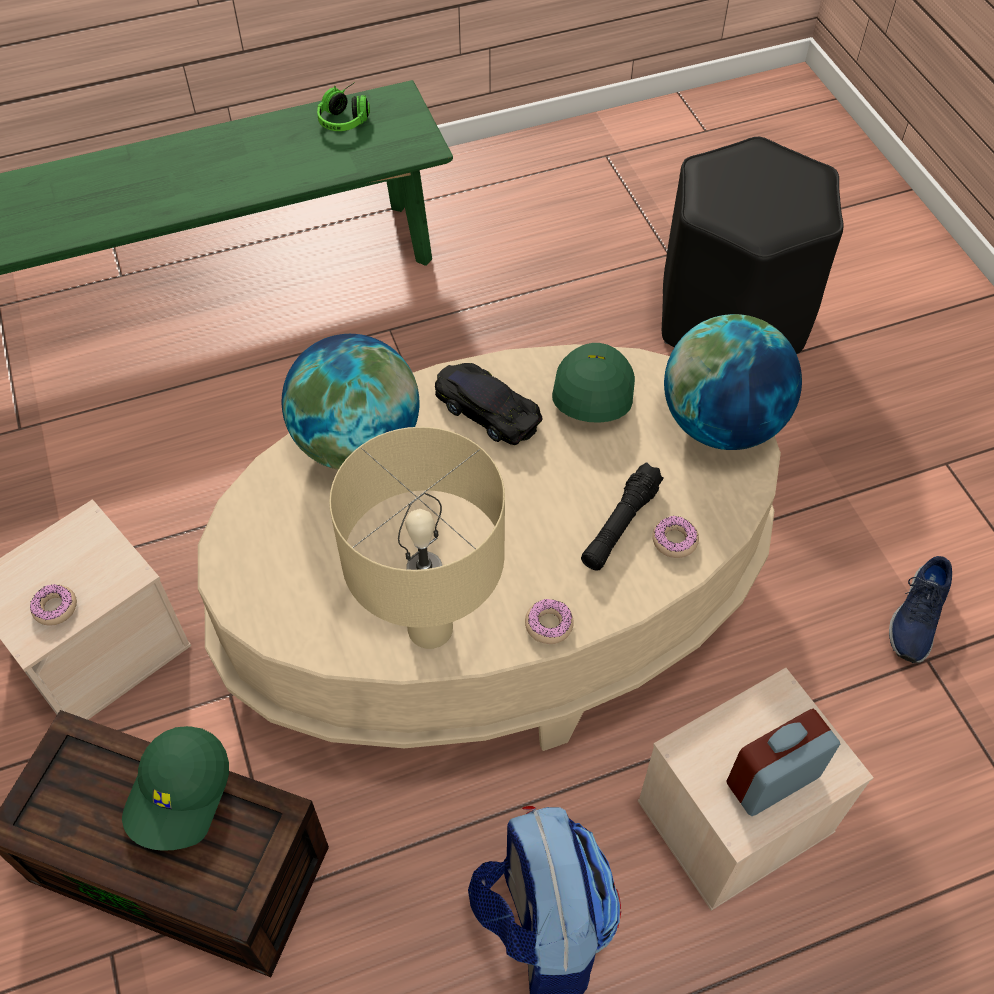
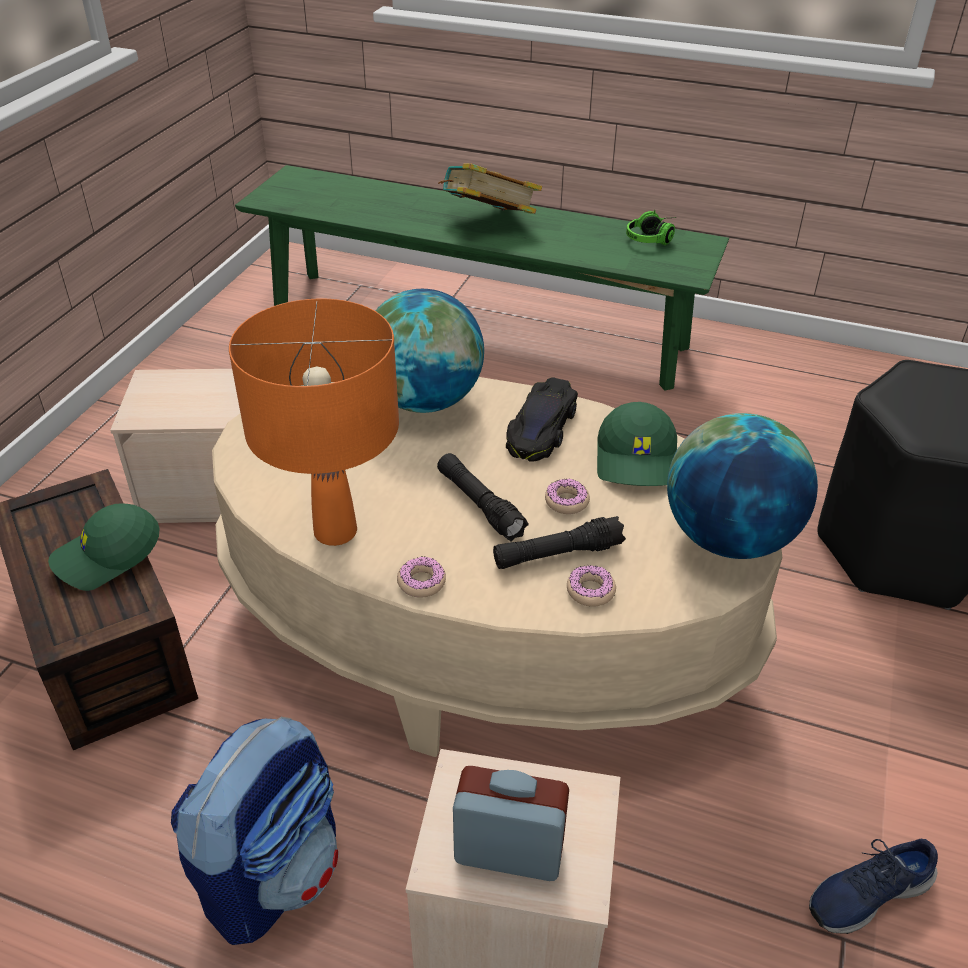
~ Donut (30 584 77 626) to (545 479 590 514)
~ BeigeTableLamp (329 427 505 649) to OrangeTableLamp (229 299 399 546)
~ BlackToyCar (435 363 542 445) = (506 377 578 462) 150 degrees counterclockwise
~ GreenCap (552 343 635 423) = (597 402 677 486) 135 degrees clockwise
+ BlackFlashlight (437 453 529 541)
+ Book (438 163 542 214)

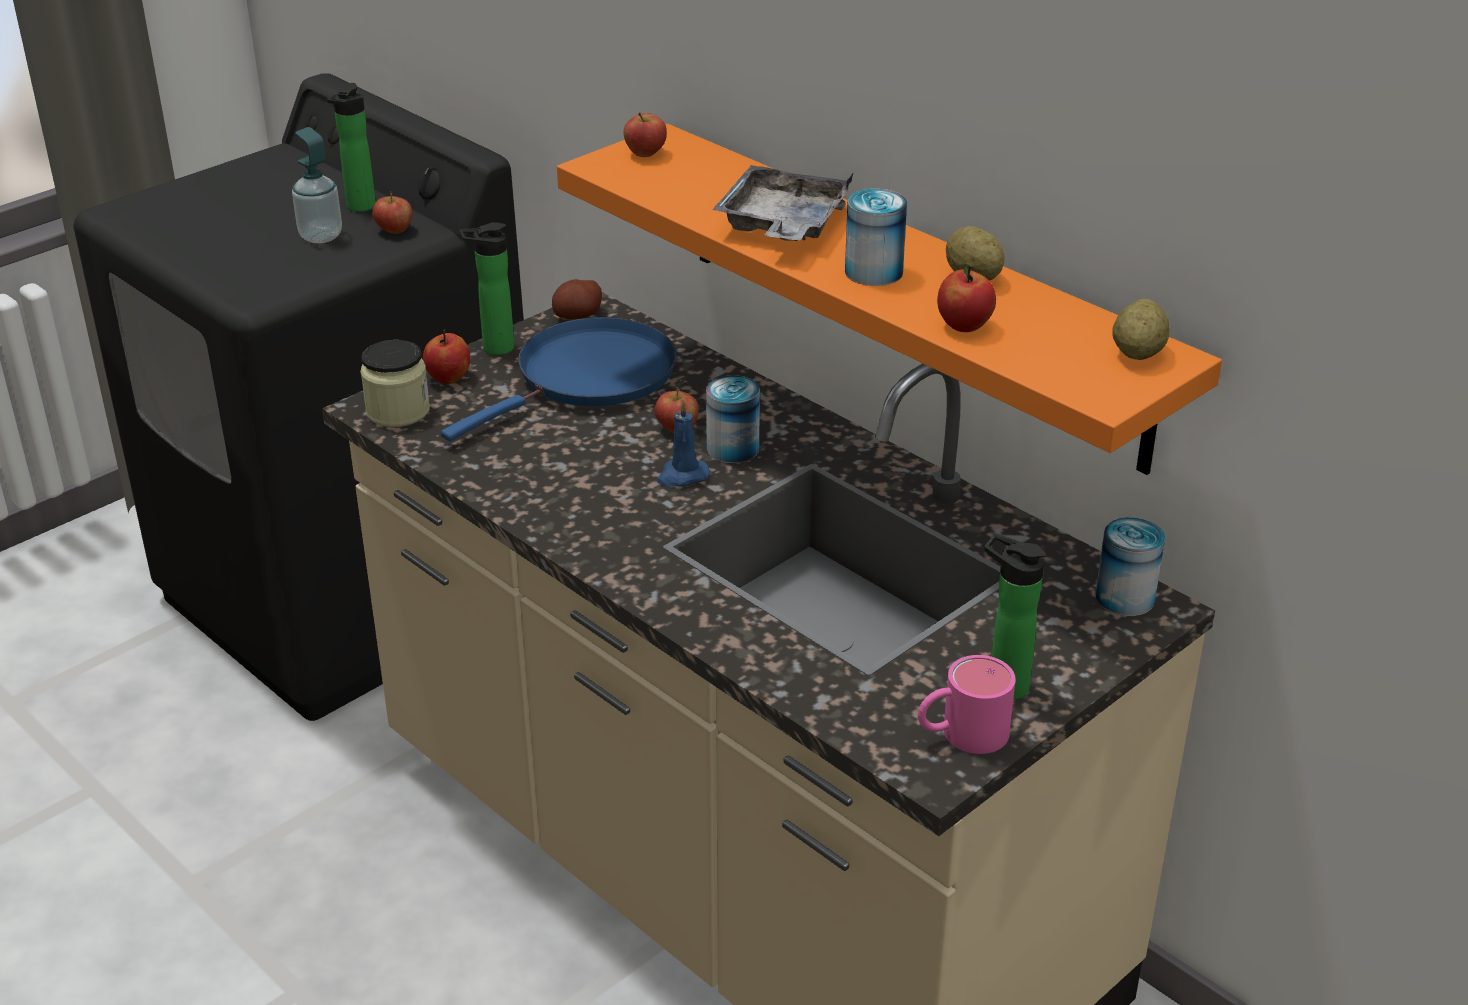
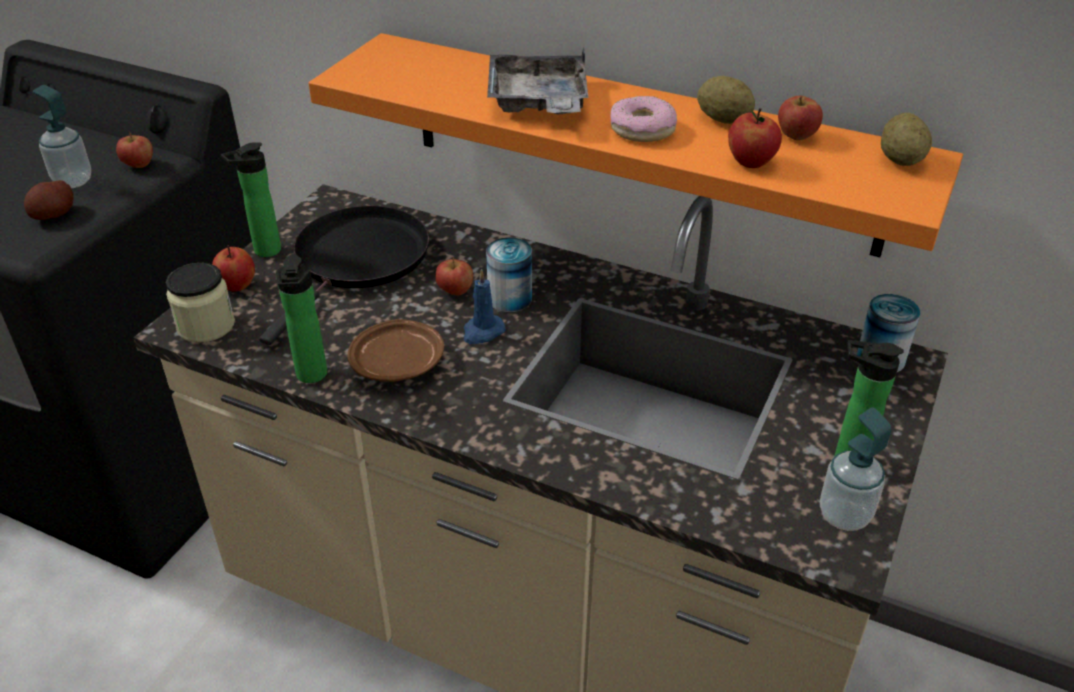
~ Bottle (327 83 376 212) to (276 254 327 383)
~ BlueFryingPan (441 317 676 441) to BlackFryingPan (259 206 429 345)
~ Potato (552 279 602 319) to (24 180 74 220)
~ Apple (624 112 667 157) to (778 95 823 140)
~ Can (845 189 907 286) to Donut (611 96 677 142)
~ PinkMug (918 655 1016 754) to SoapDispenser (820 408 892 531)
+ BrownPlate (347 319 444 382)

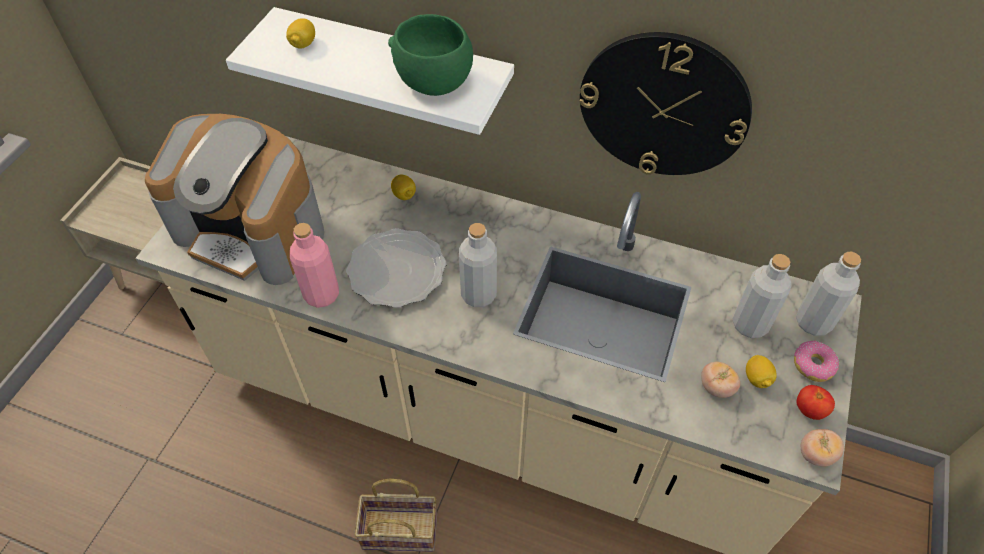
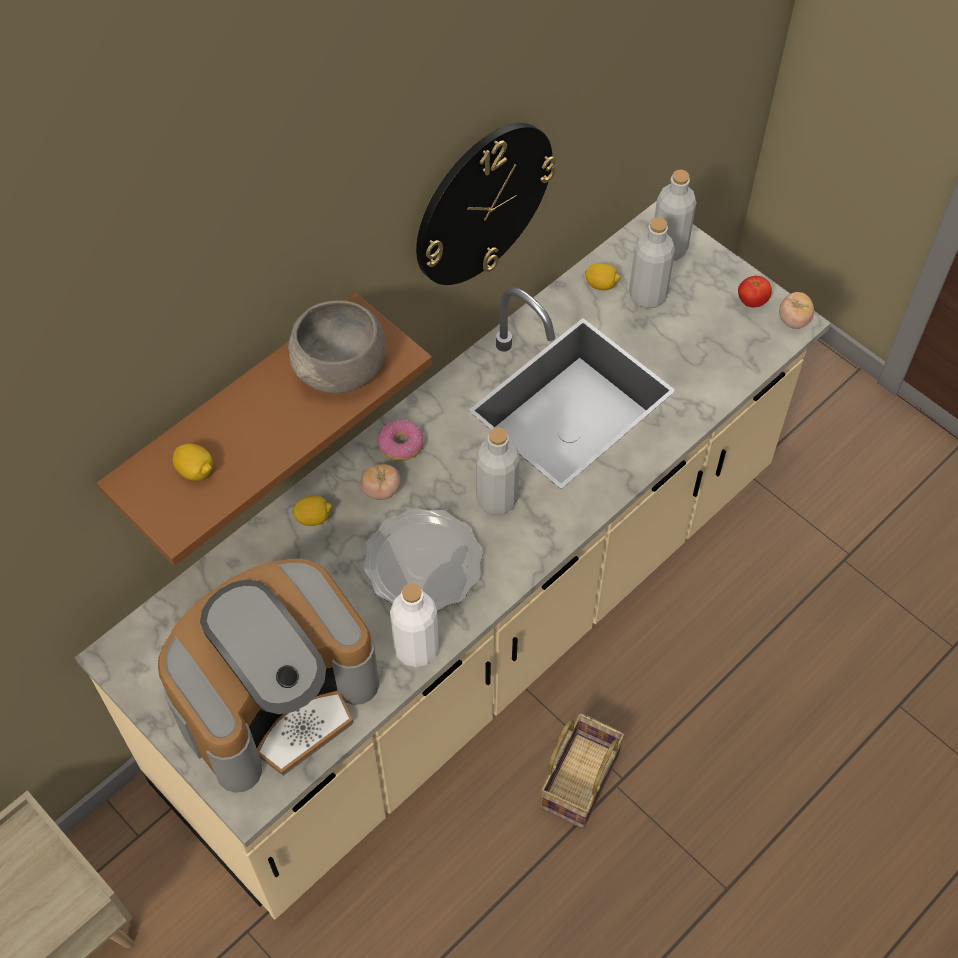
~ WhiteShelf (226 7 514 135) to BrownShelf (97 292 432 566)
~ PinkBottle (290 223 339 308) to WhiteBottle (390 583 439 667)
~ GreenBowl (388 14 473 96) to GreyBowl (288 300 386 393)
~ Tomato (701 362 740 398) to (360 464 400 500)
~ Lemon (746 355 777 388) to (585 263 620 291)
~ Donut (794 341 839 382) to (377 420 424 461)

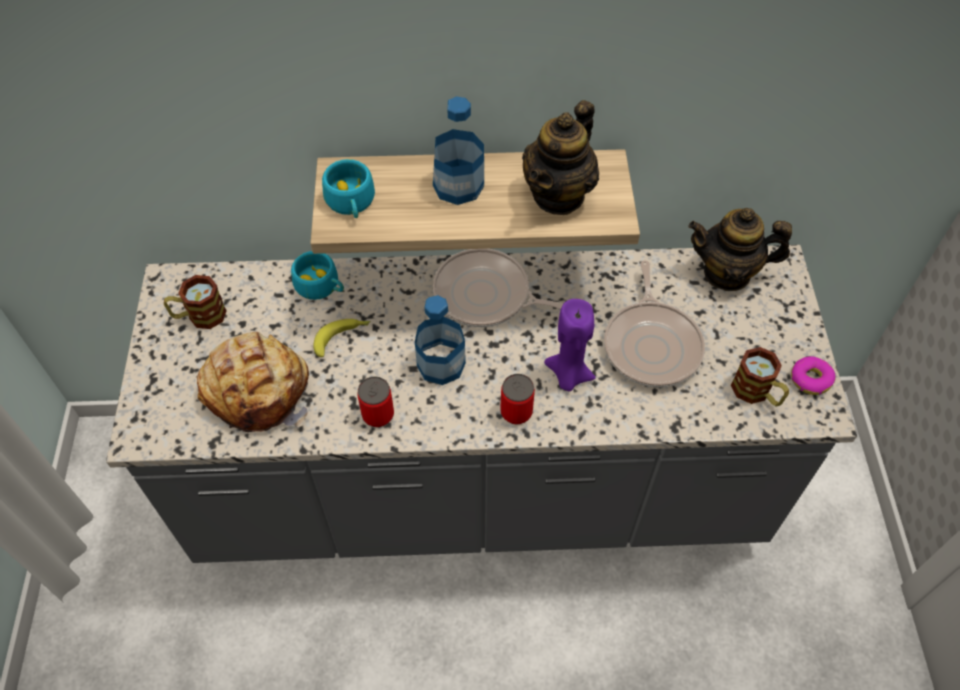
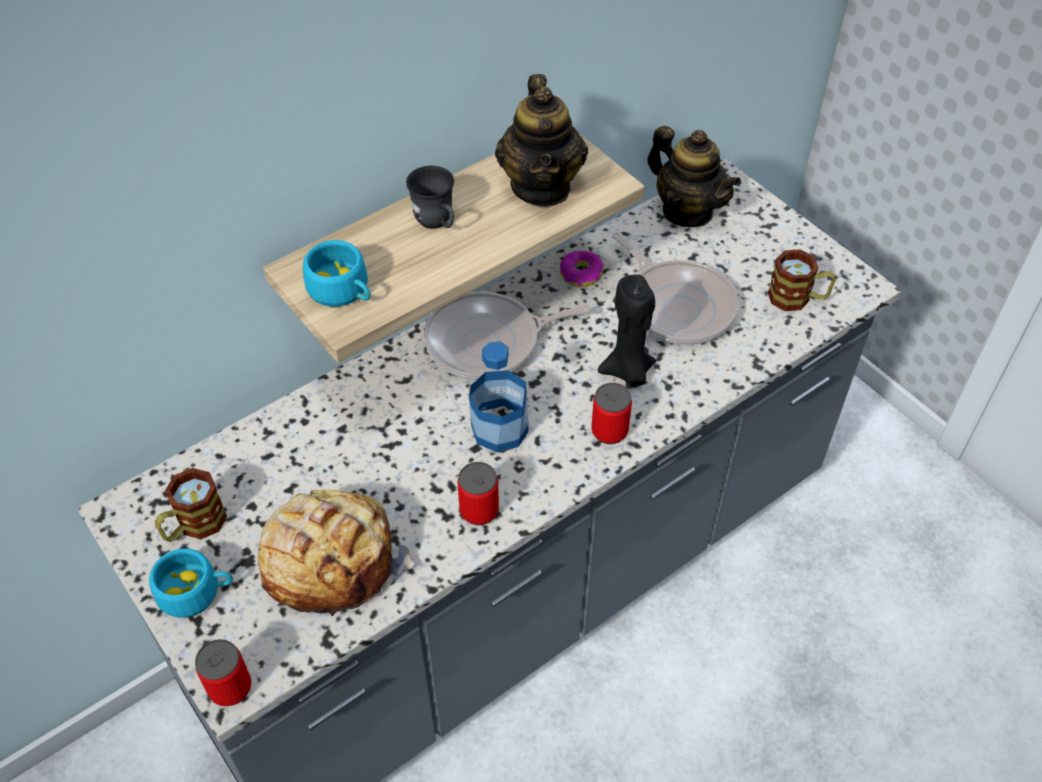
~ TurquoiseCup (291 251 344 300) to (149 549 233 618)
- Banana (314 319 370 357)
~ Bottle (433 97 484 205) to GreyMug (406 166 454 229)
~ PurpleCandle (544 299 596 391) to BlackCandle (598 275 656 386)
~ Teapot (688 208 792 291) = (648 126 741 227) 105 degrees counterclockwise
~ Donut (791 357 836 395) to (560 251 603 287)
+ Can (195 639 251 706)

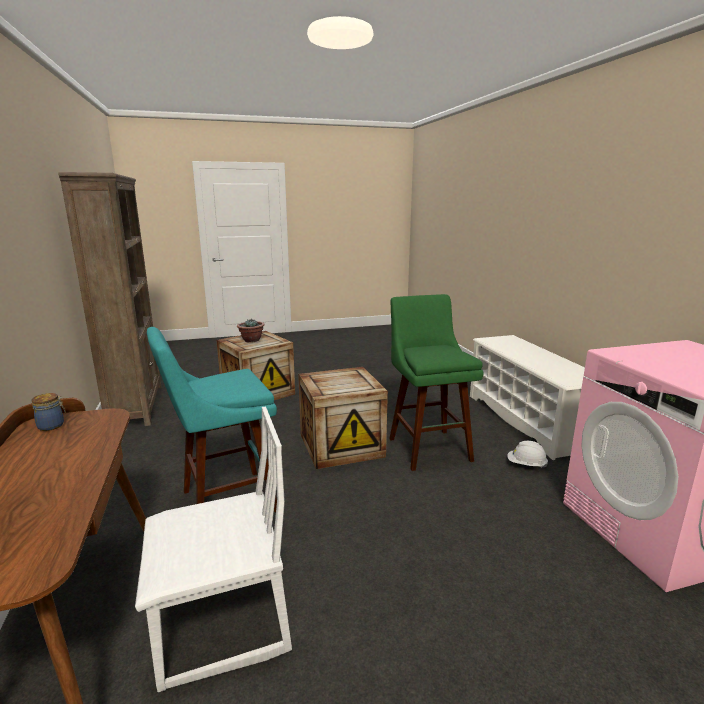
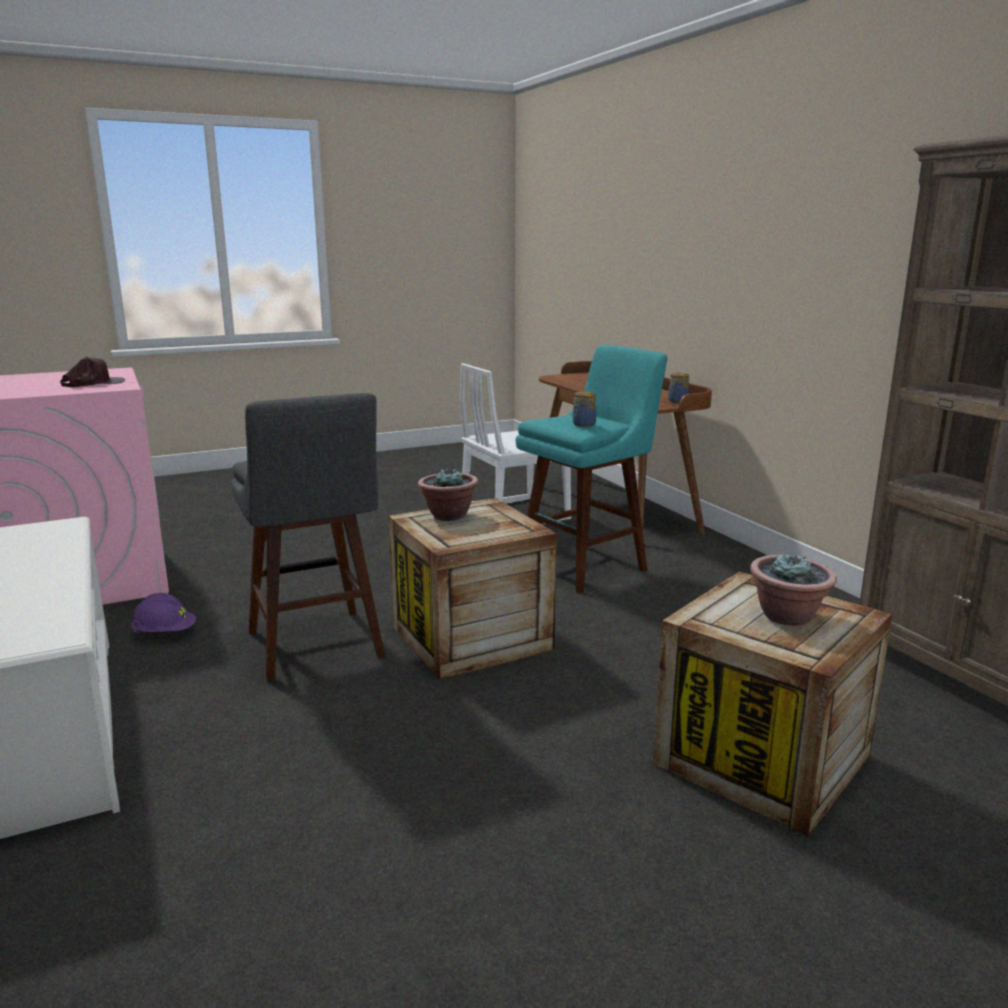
~ GreenStool (389 294 483 471) to GreyStool (231 393 385 682)
~ WhiteHardHat (507 441 548 467) to PurpleHardHat (131 593 196 633)
+ BrownCap (60 357 125 387)
+ PottedPlant (418 467 478 521)
+ Jar (573 391 596 427)

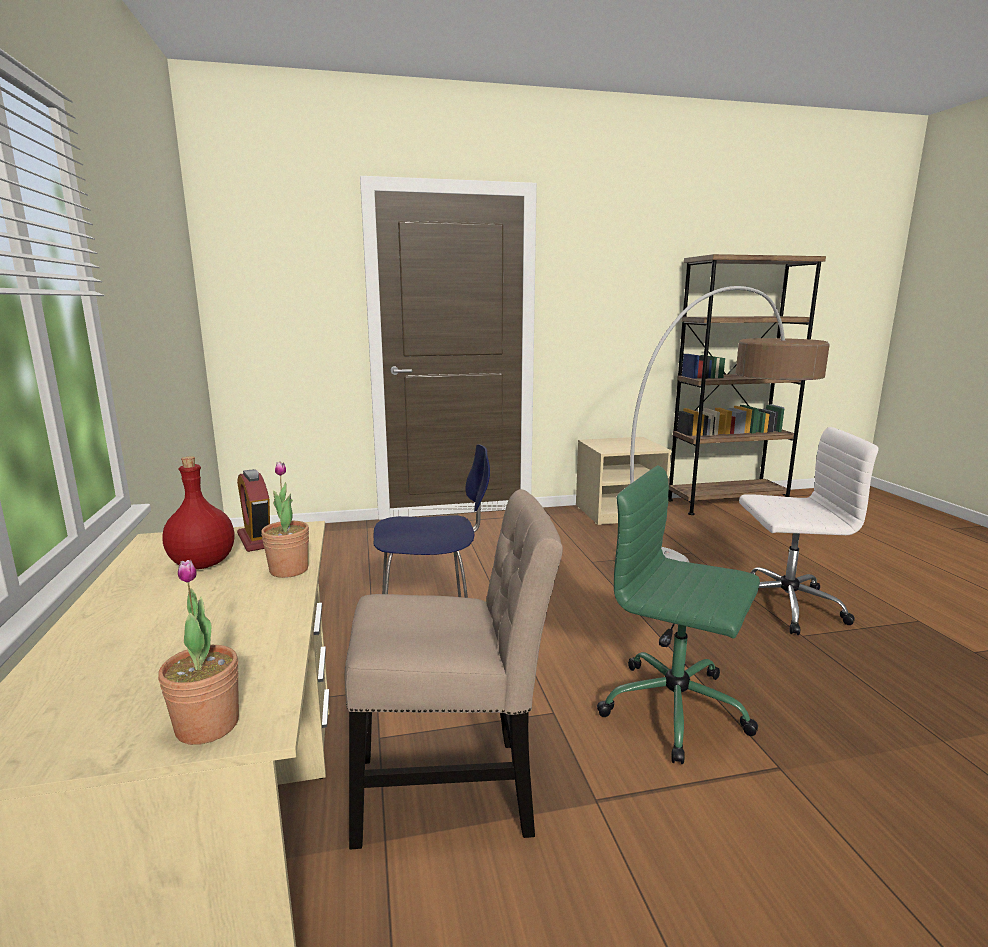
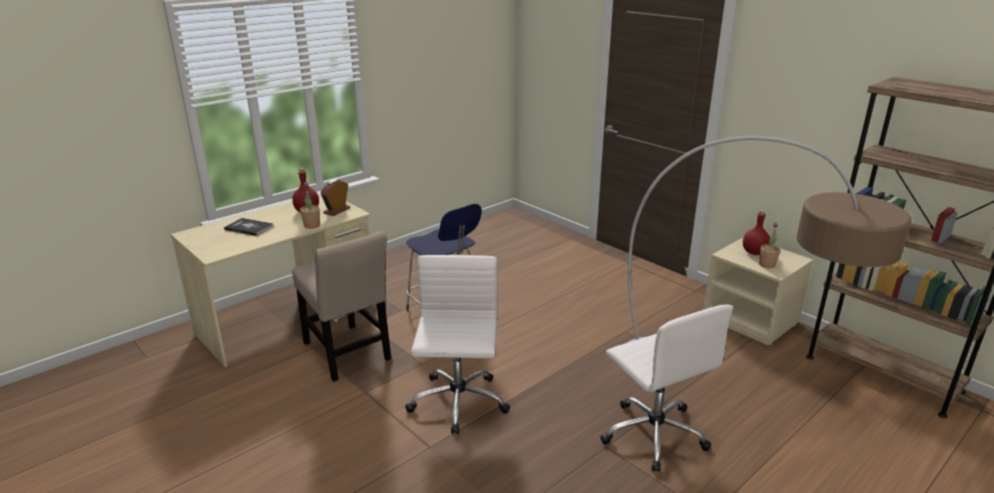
~ PottedPlant (158 560 239 745) to (759 222 780 268)
~ GreenOfficeChair (597 465 760 764) to WhiteOfficeChair (405 255 510 434)
+ Book (224 218 274 236)
+ RedBottle (743 210 770 255)

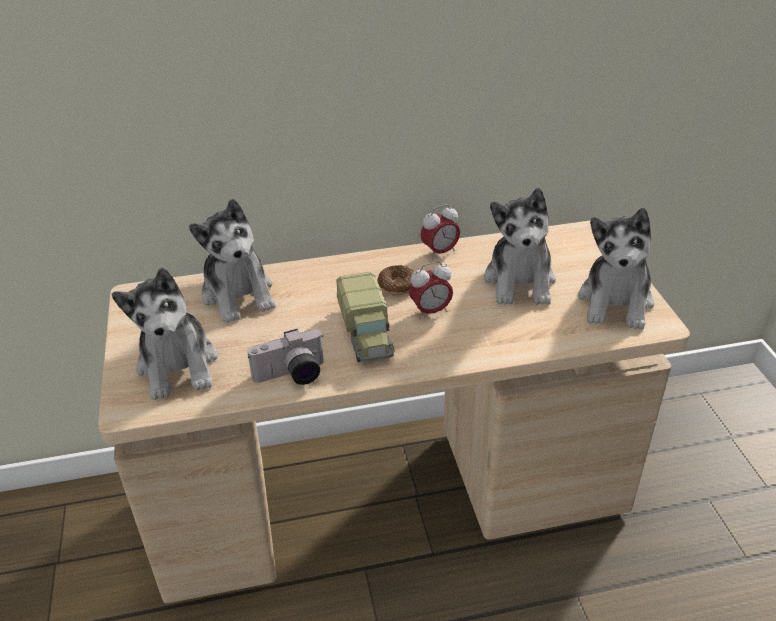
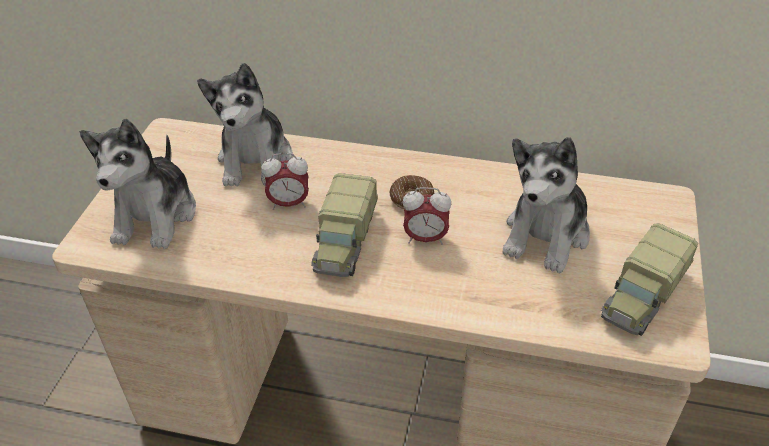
- PhotoCamera (247 329 324 385)
~ AlarmClock (420 204 460 259) to (261 153 309 210)
~ PlushToy (578 208 654 330) to ToyTruck (601 223 698 336)

